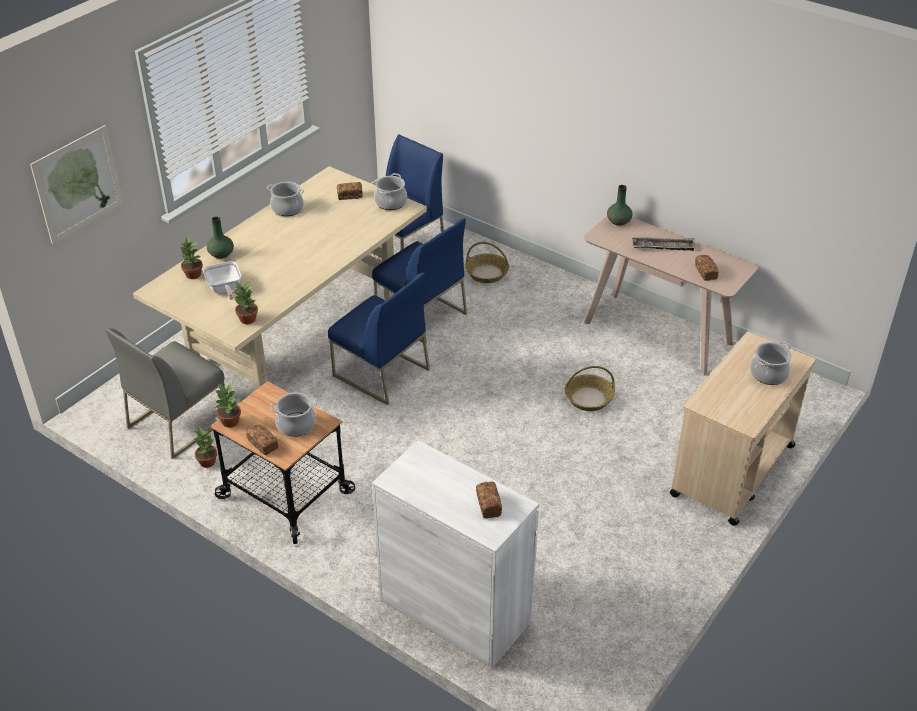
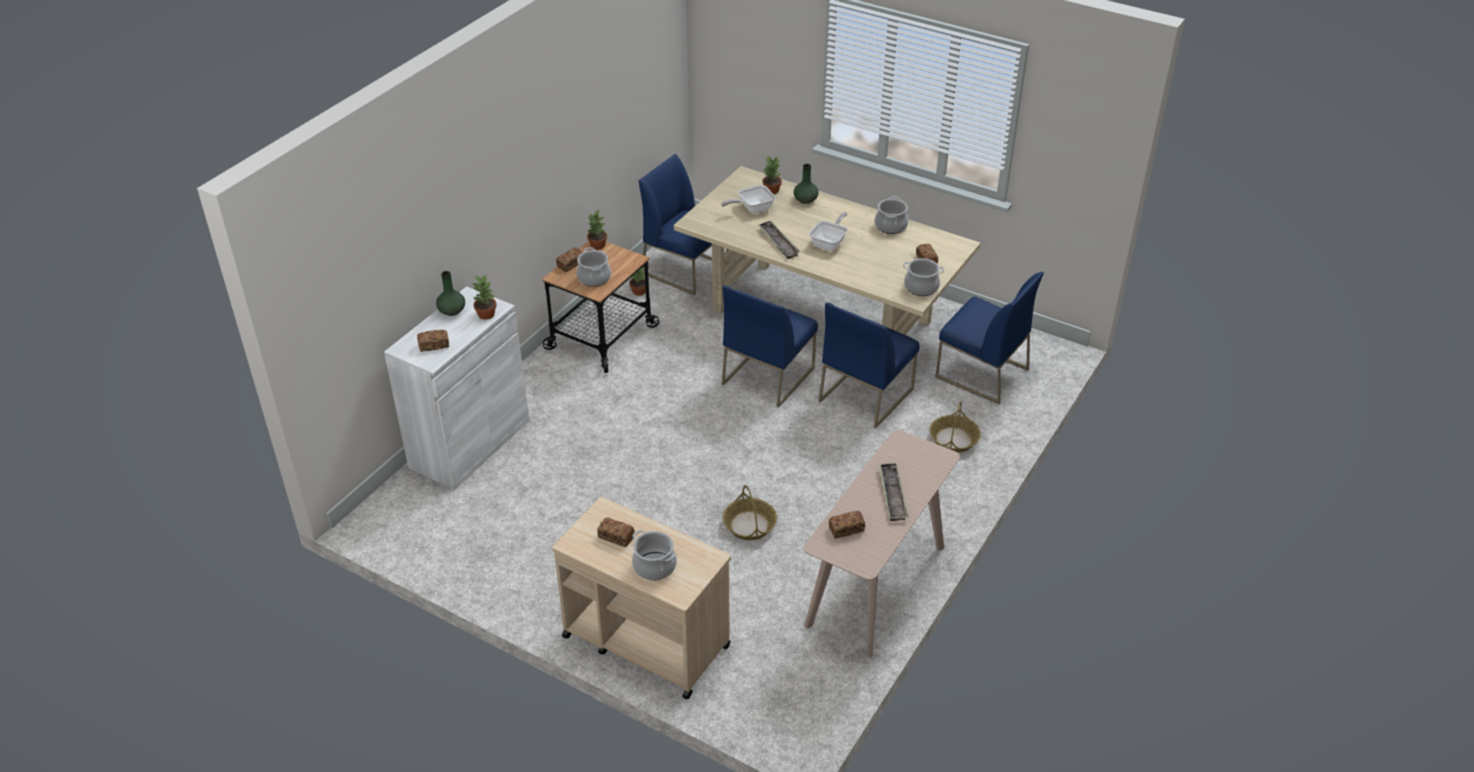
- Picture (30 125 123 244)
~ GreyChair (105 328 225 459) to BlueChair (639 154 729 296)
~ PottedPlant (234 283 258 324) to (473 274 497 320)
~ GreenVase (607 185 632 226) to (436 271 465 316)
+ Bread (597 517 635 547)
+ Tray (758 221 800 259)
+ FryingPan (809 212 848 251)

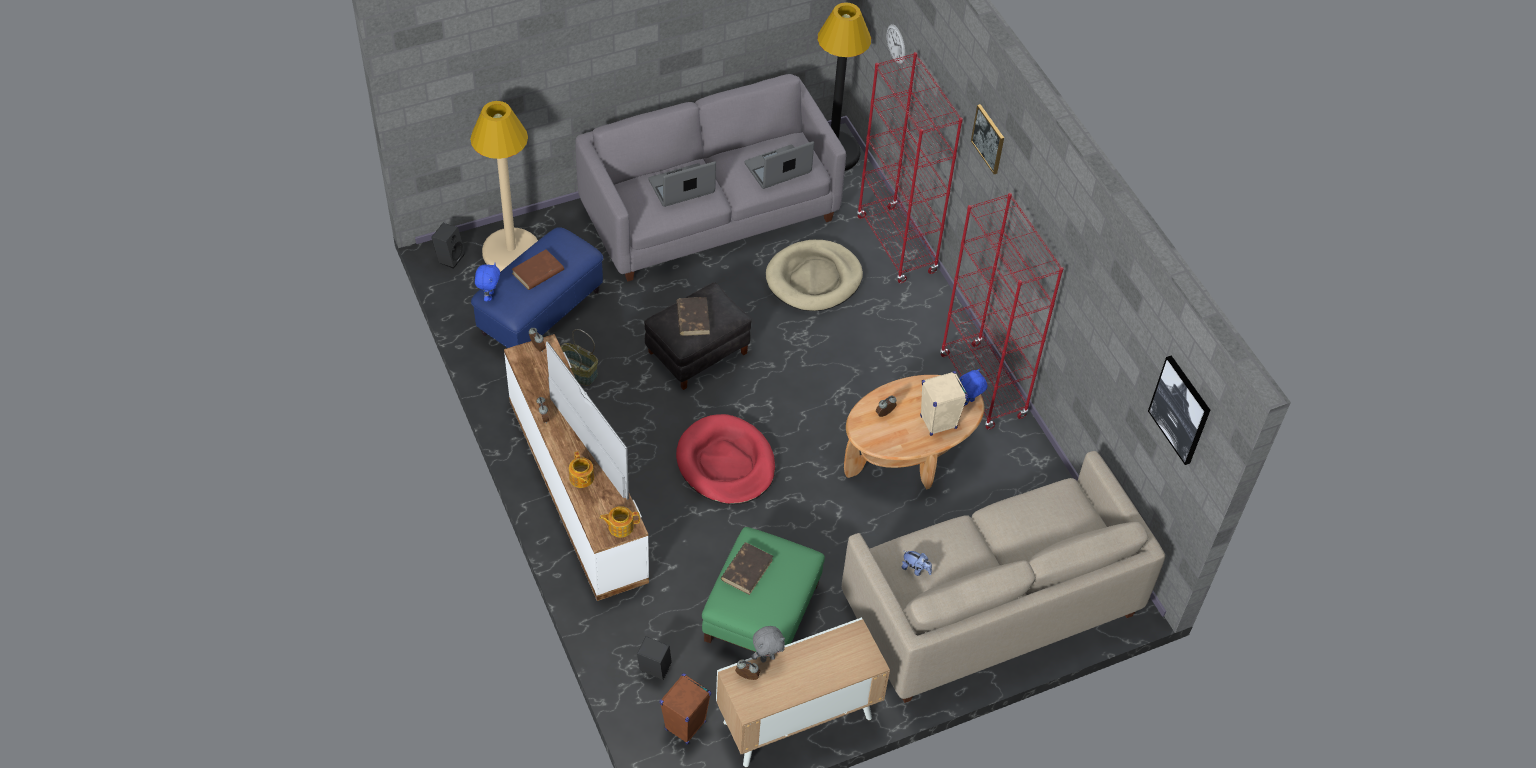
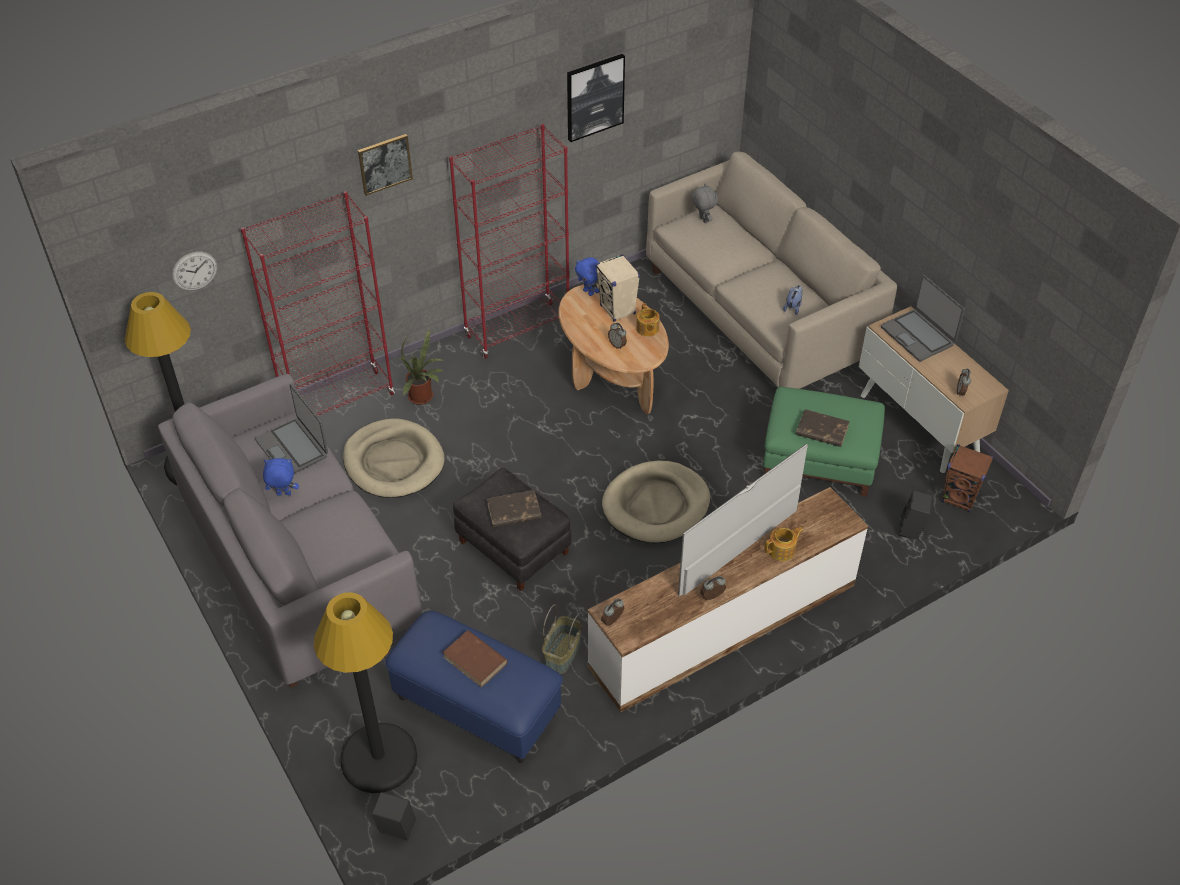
~ BeigeFloorLamp (470 101 538 272) to BlackFloorLamp (314 592 417 793)
~ BluePlushToy (475 263 500 301) to (263 458 299 496)
~ Teapot (600 506 640 538) to (636 303 660 337)
~ Laptop (648 161 716 207) to (881 275 964 361)
~ RedDogBed (676 414 775 505) to BeigeDogBed (602 461 710 543)
~ GreyPlushToy (752 626 785 663) to (692 183 718 223)
~ Picture (1148 355 1210 465) to (567 54 625 142)
+ PottedPlant (399 329 443 405)

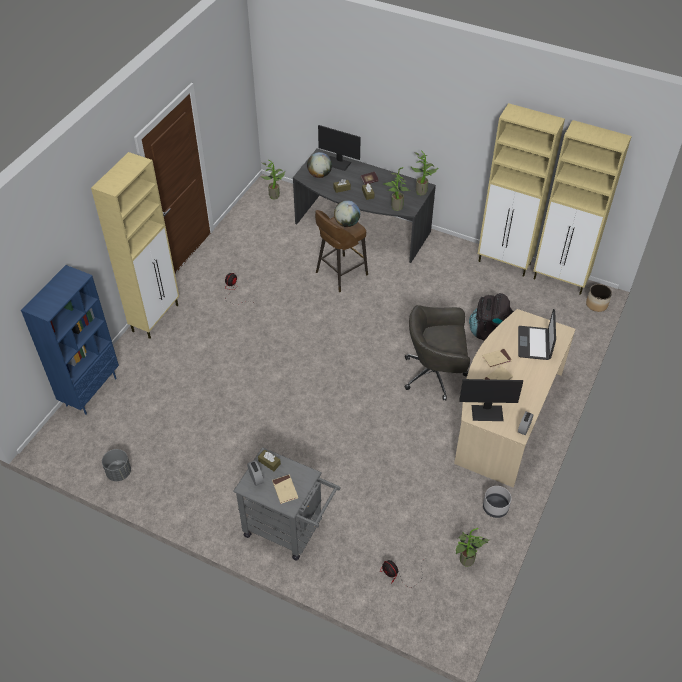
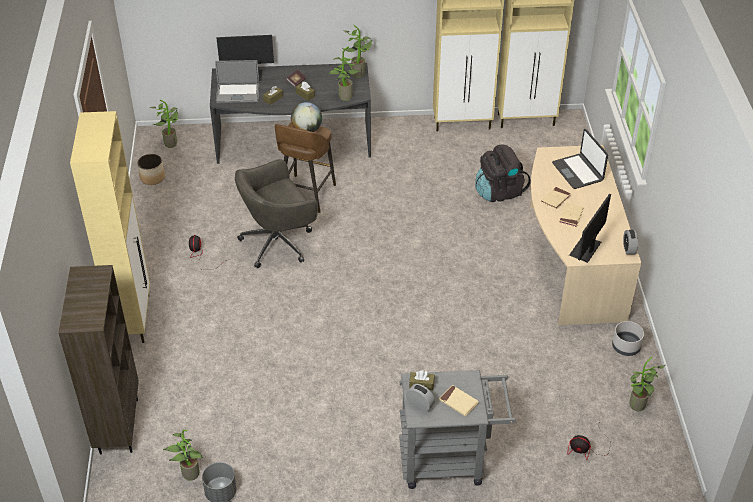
~ BlueBookcase (21 265 119 415) to BrownBookcase (58 265 139 454)
~ Globe (307 152 332 178) to Laptop (215 60 259 103)
~ GreyOfficeChair (405 305 470 400) to (235 159 318 268)
~ Monitor (459 379 523 421) = (569 194 611 263) 150 degrees clockwise
~ Planter (586 284 612 312) to (137 154 165 185)
+ PottedPlant (163 430 203 481)

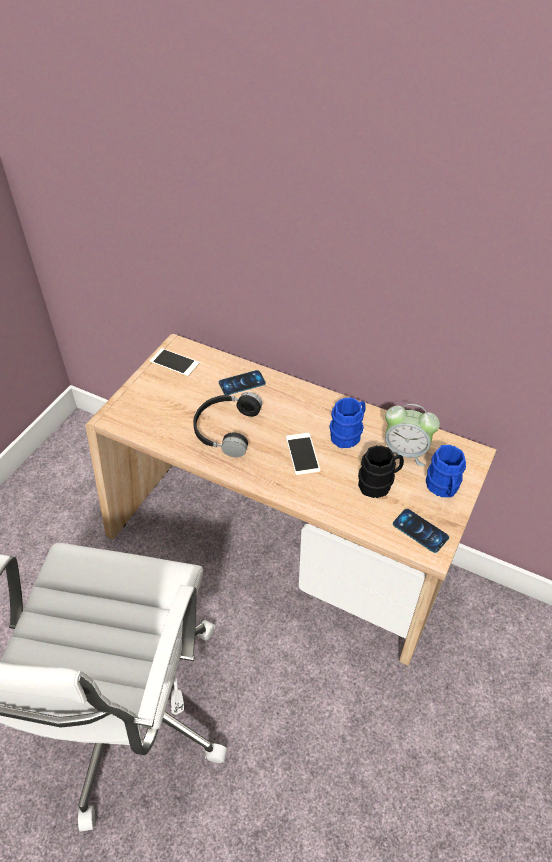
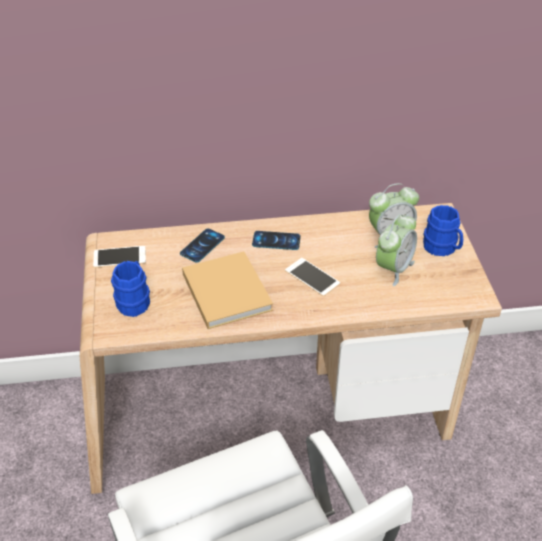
~ BlackHeadphones (193 392 262 457) to BeigeBook (182 251 273 329)
~ BlueMug (329 397 366 448) to (111 261 150 317)
~ BlackMug (358 445 404 498) to AlarmClock (376 214 417 286)
~ Phone (393 509 449 553) to (252 231 301 250)

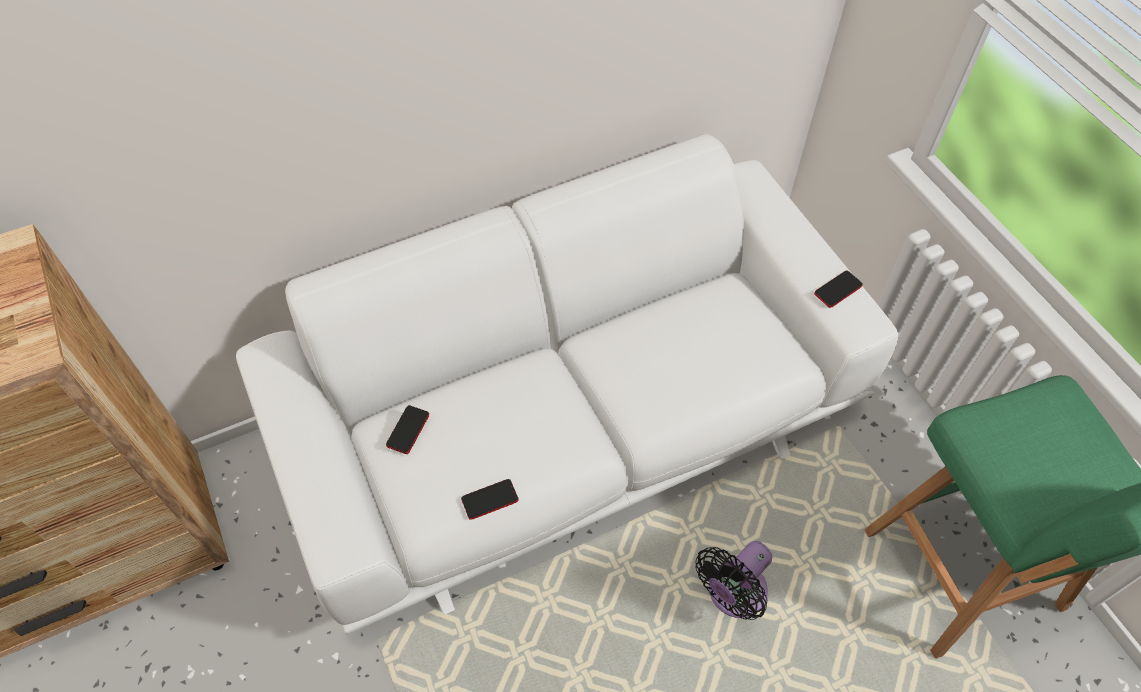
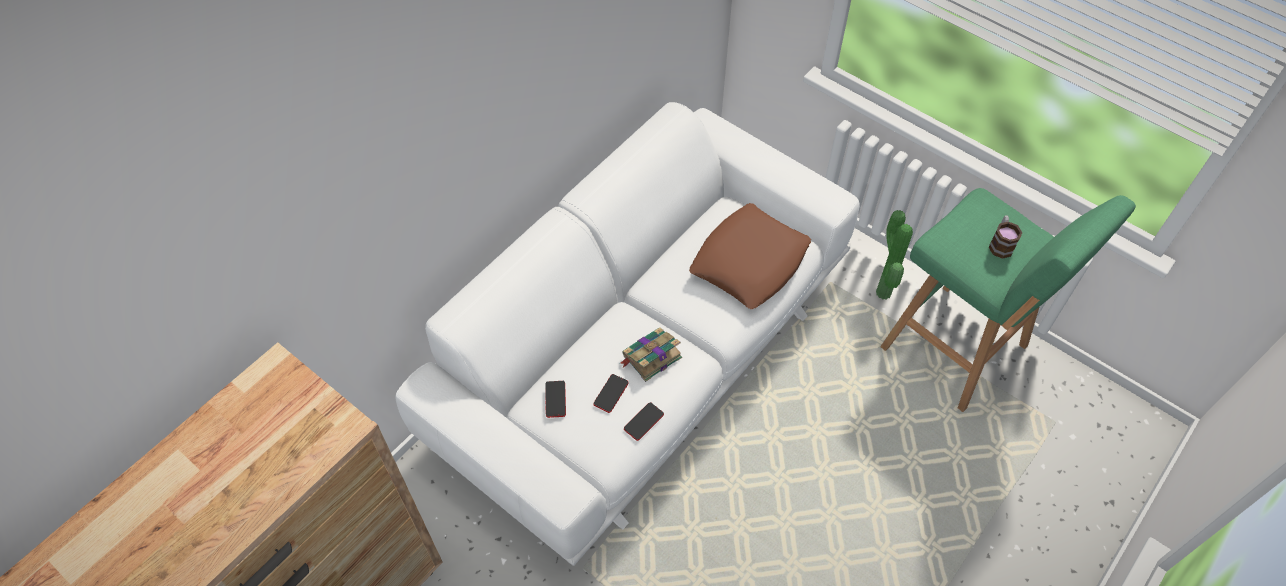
- BlackFan (695 541 772 620)
~ Phone (814 271 863 308) to (594 374 629 413)
+ Book (619 328 682 382)
+ BrownPillow (689 203 811 309)
+ PottedPlant (876 210 913 300)
+ Mug (989 215 1022 259)

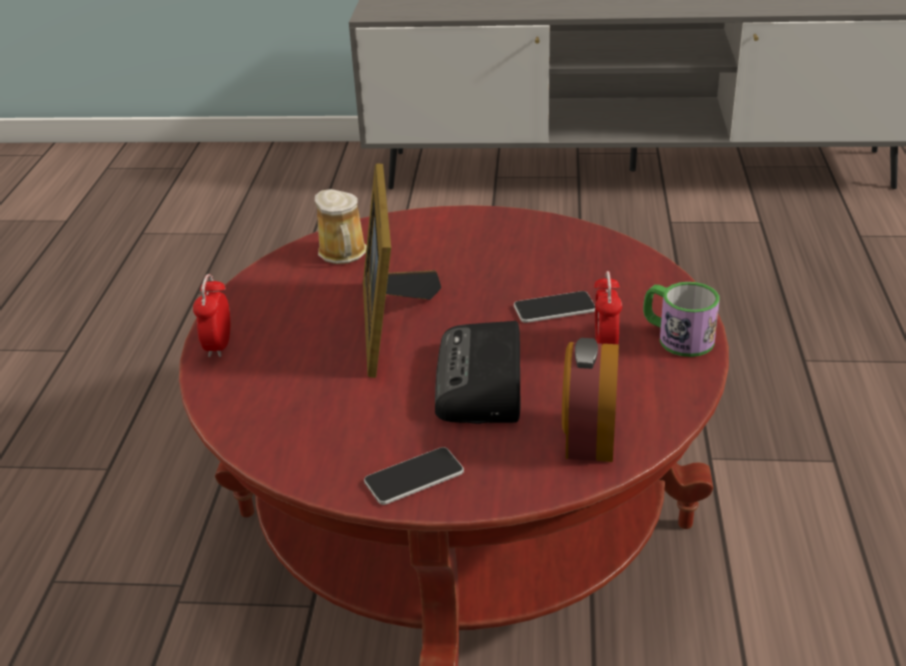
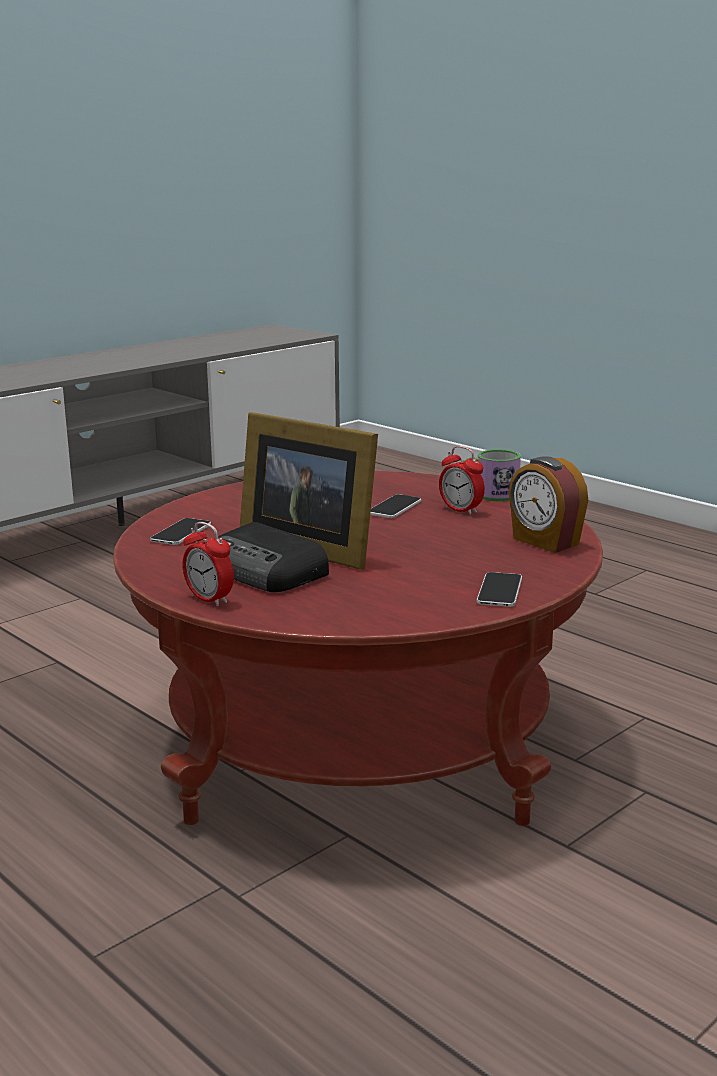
~ Mug (315 189 366 264) to Phone (150 518 211 545)
~ Radio (435 321 520 424) to (218 522 329 592)

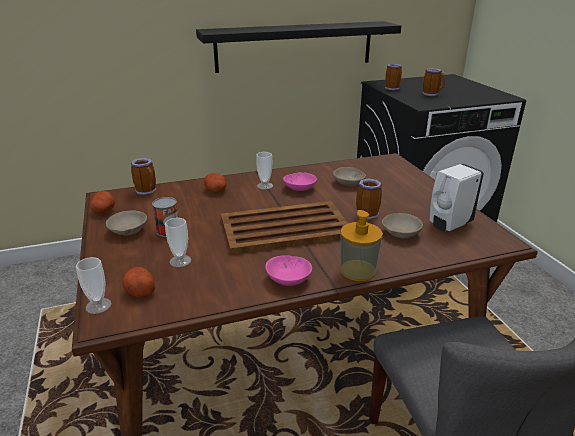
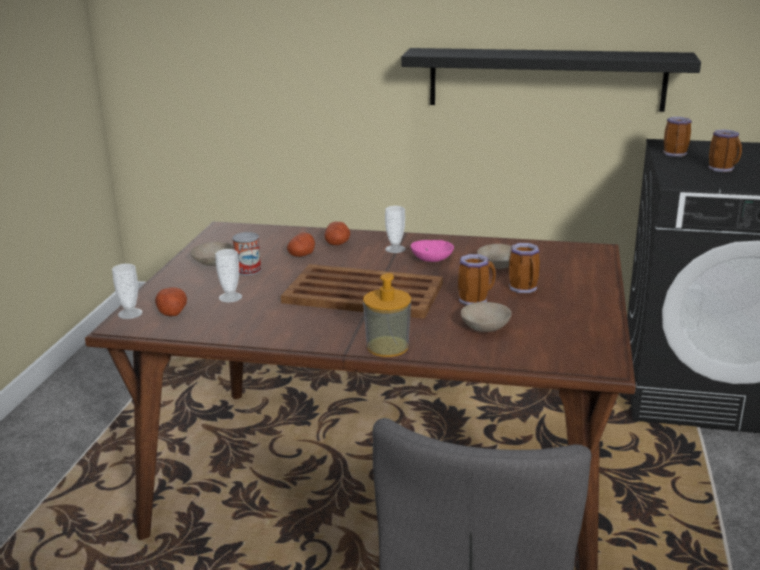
~ Potato (90 191 115 213) to (287 232 315 257)
~ Mug (131 158 156 195) to (509 243 540 293)
- PinkBowl (265 255 312 286)
- WhiteSoapDispenser (429 164 484 232)

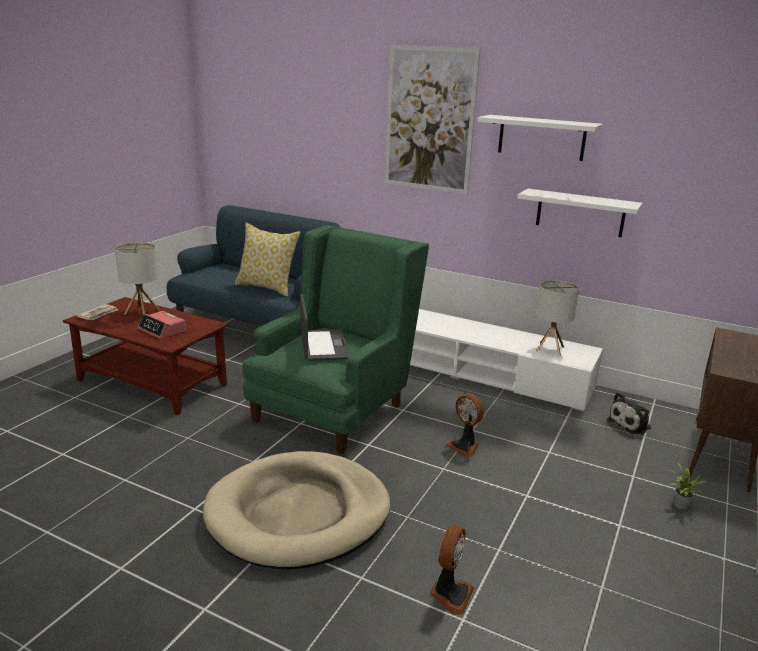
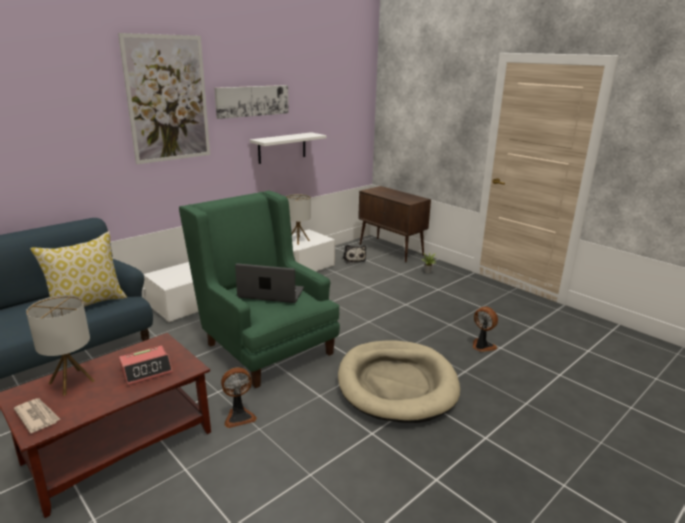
~ Fan (446 393 484 457) to (221 368 257 428)
~ WhiteShelf (477 115 603 161) to Picture (214 85 289 119)

